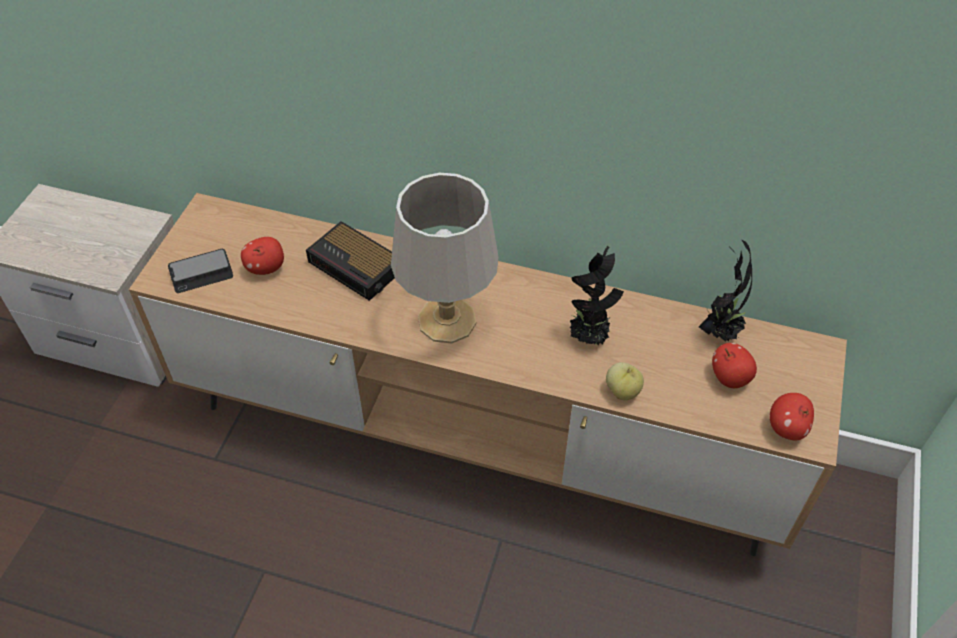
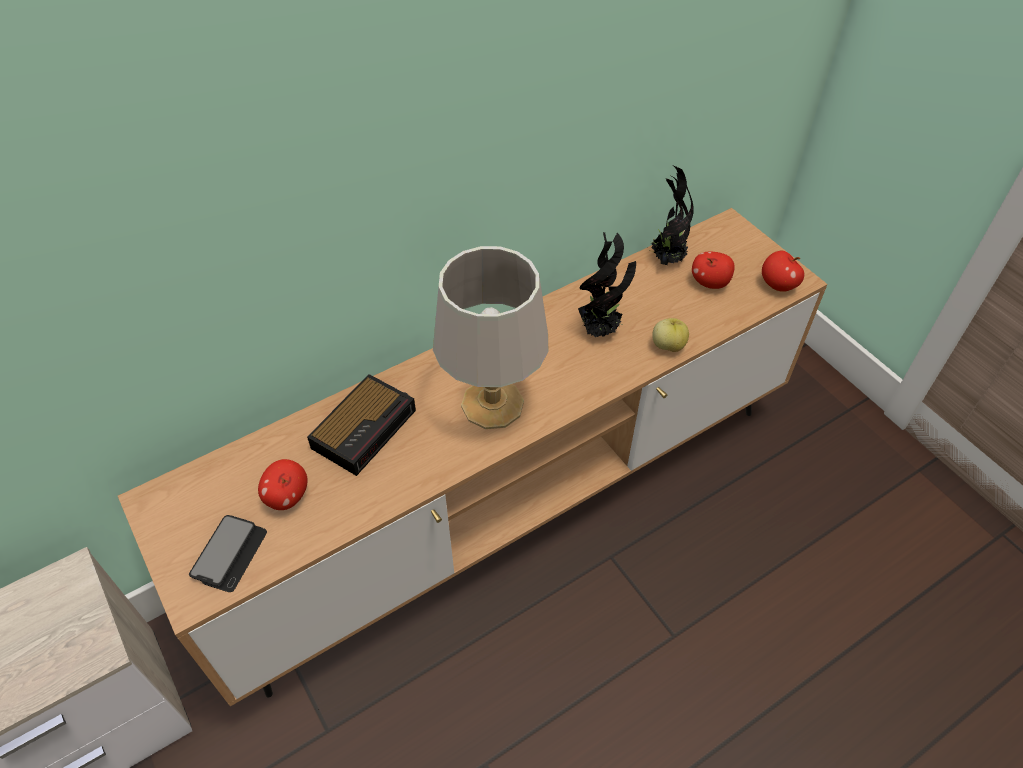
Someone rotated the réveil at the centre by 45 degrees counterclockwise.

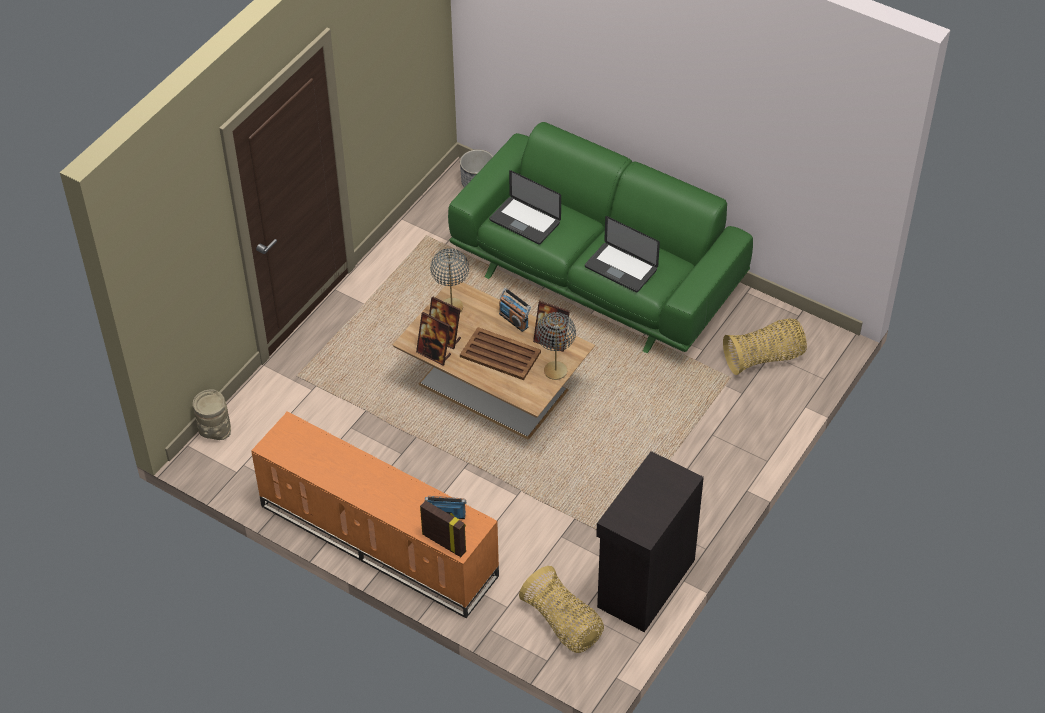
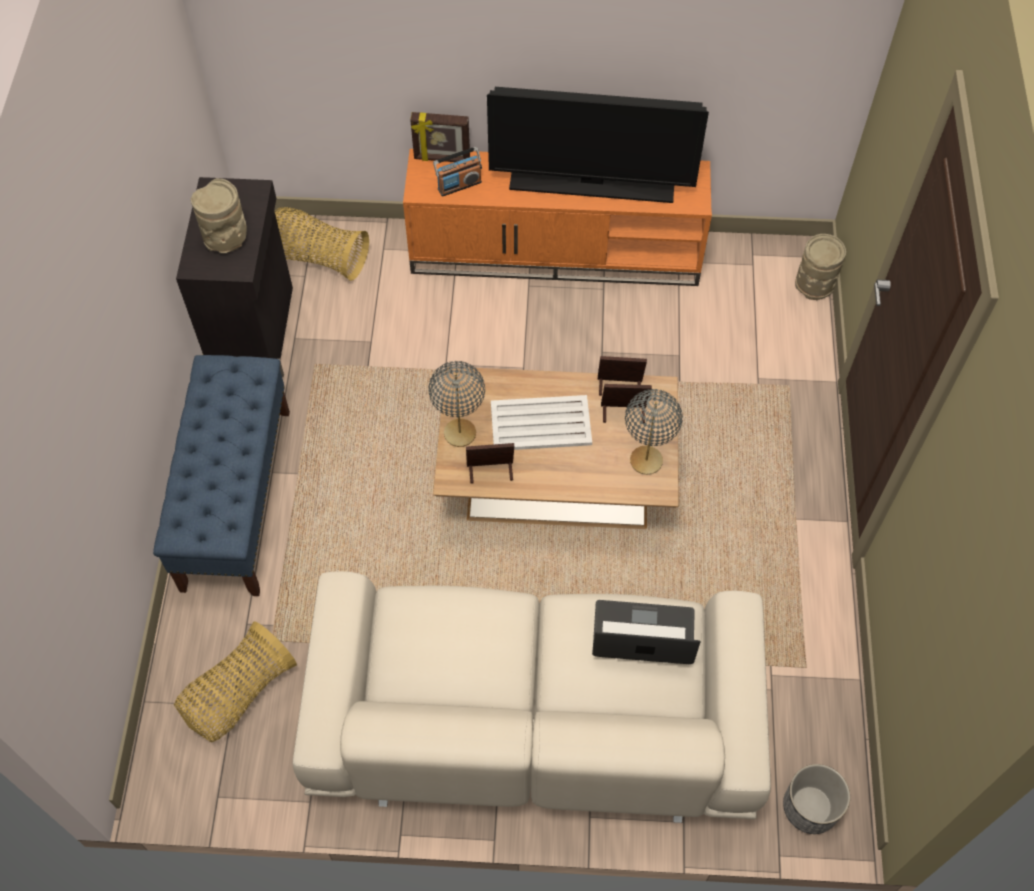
Someone put down the banc/bleu at the middle left. Someone put down the vase/beige (no. 1 from left) at the top left. Someone repainted the canapé/vert at the top centre, which became the canapé/beige at the bottom centre. Someone put down the téléviseur at the top centre. Someone repainted the plateau/marron at the centre, which became the plateau/blanc at the centre. Someone took away the radio (no. 2 from left) at the centre. Someone took away the ordinateur portable (no. 2 from left) at the centre.

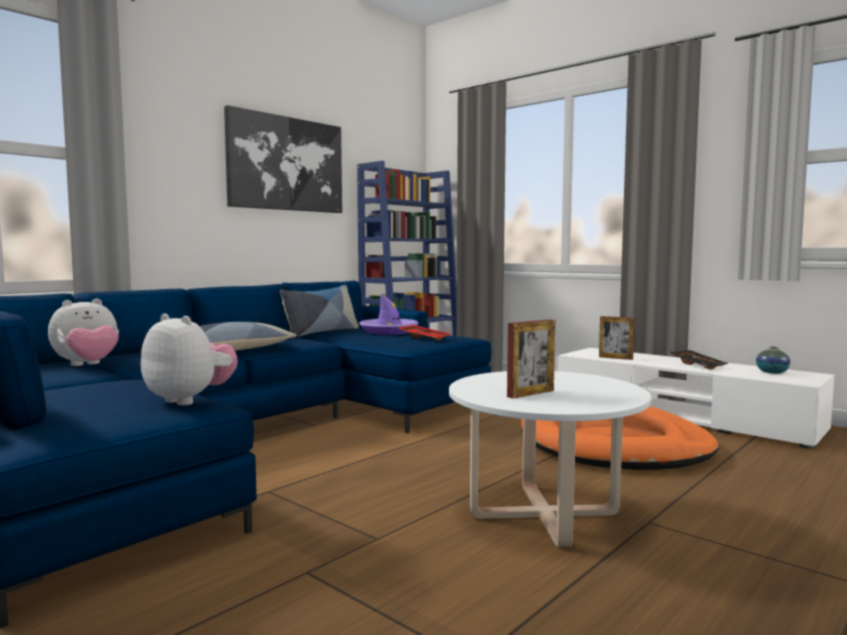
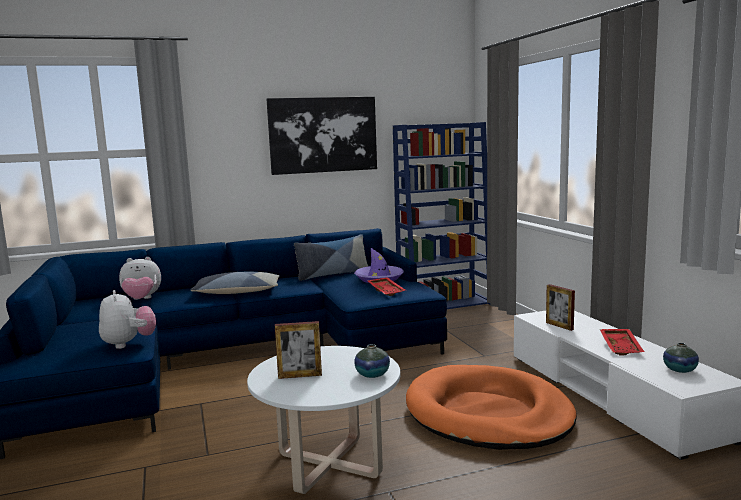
Someone put down the vase (no. 1 from left) at the bottom centre. Someone repainted the plateau/noir at the middle right, which became the plateau/rouge (no. 2 from left) at the bottom right.

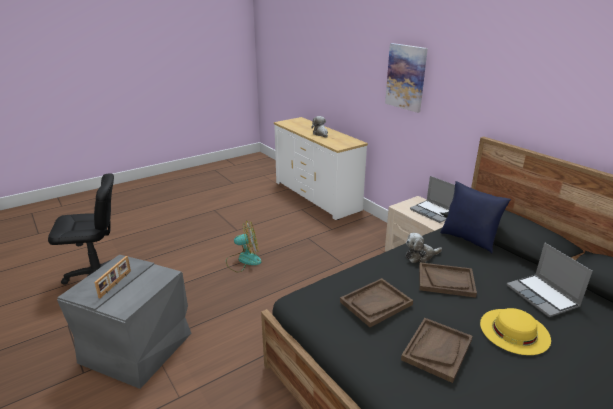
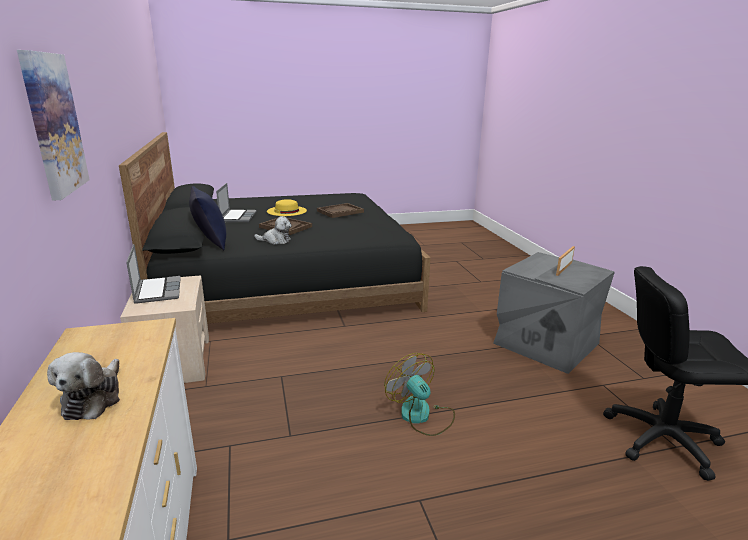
Someone rotated the ventilateur at the centre by 45 degrees clockwise. Someone took away the plateau/marron (no. 1 from left) at the bottom centre.

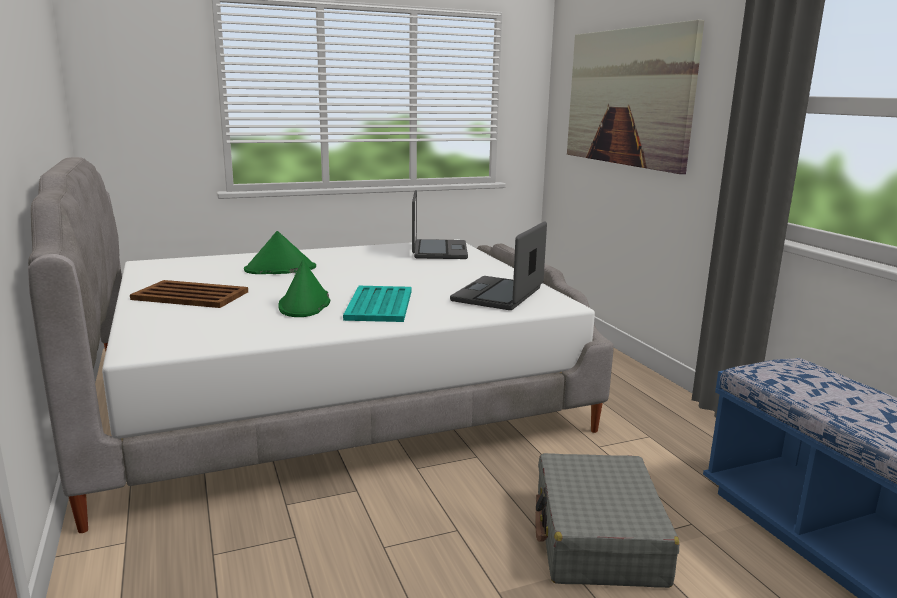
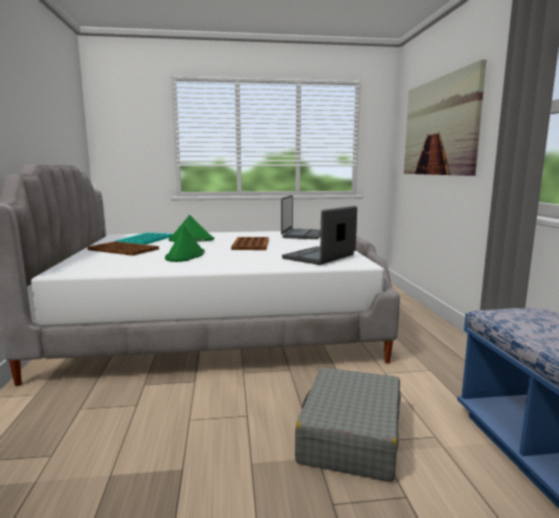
Someone carried the plateau/turquoise from the centre to the middle left. Someone put down the plateau/marron (no. 2 from left) at the centre.

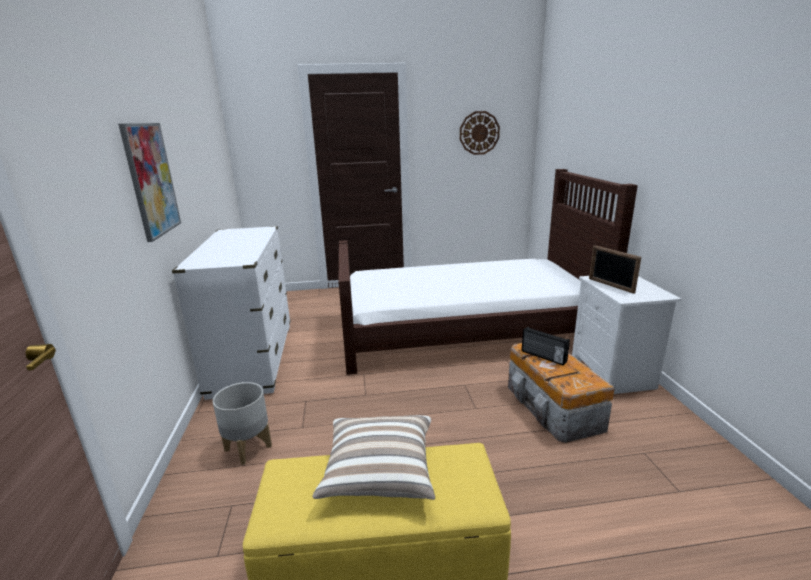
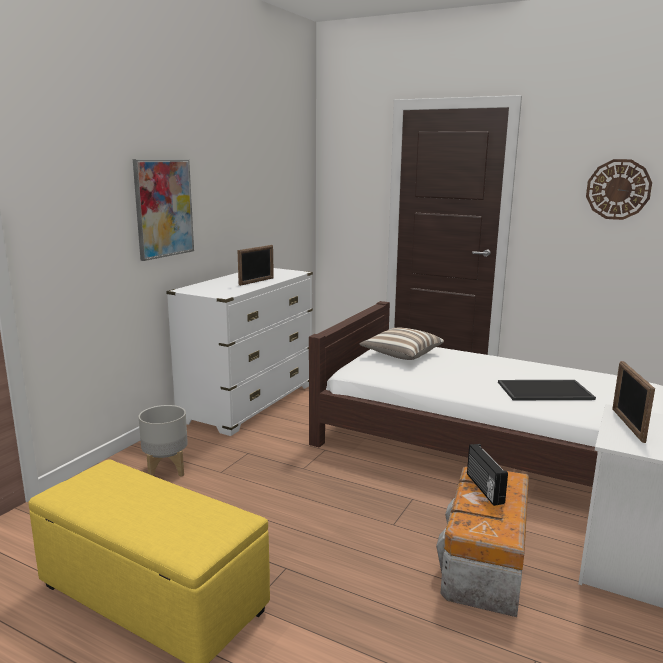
Someone put down the cadre photo (no. 1 from left) at the centre. Someone carried the coussin from the bottom centre to the centre. Someone put down the plateau at the middle right.

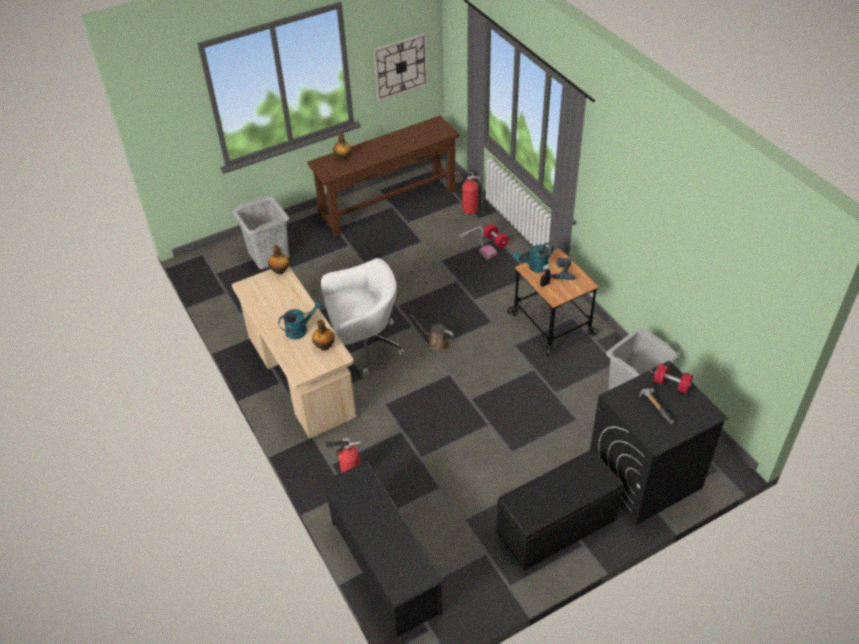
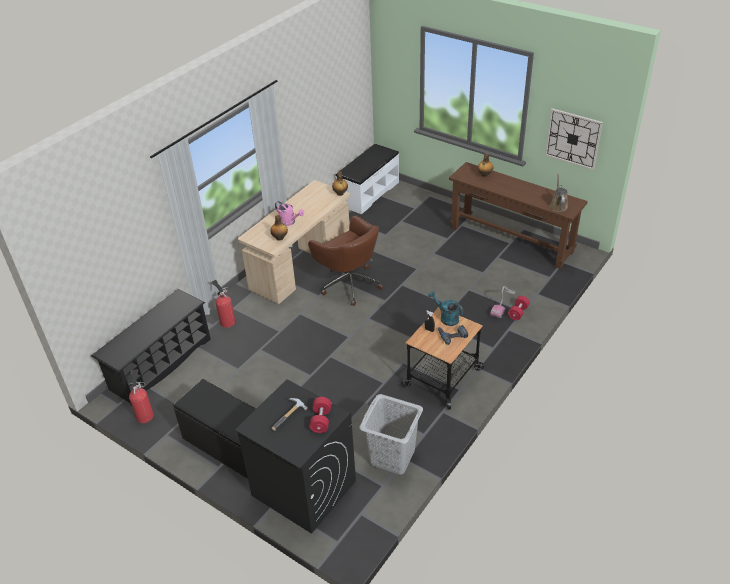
Someone carried the extincteur (no. 2 from left in the first image) from the top centre to the bottom left. Someone repainted the arrosoir/turquoise (no. 1 from left) at the centre, which became the arrosoir/rose at the centre. Someone repainted the chaise de bureau/blanc at the centre, which became the chaise de bureau/marron at the centre. Someone put down the banc/blanc at the top centre. Someone carried the arrosoir/marron from the centre to the top right. Someone took away the panier à linge/gris (no. 1 from left) at the middle left.

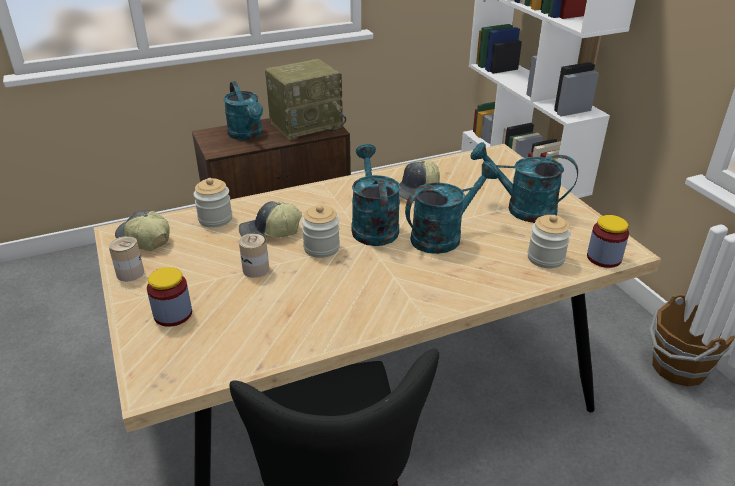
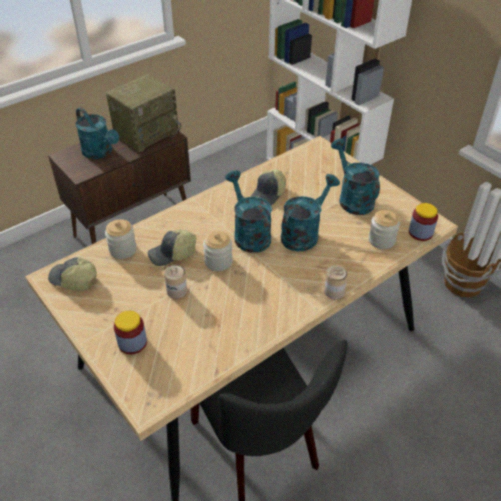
Someone carried the boîte métallique (no. 1 from left in the first image) from the middle left to the middle right. Someone rotated the arrosoir/turquoise (no. 4 from left) at the middle right by 60 degrees clockwise.

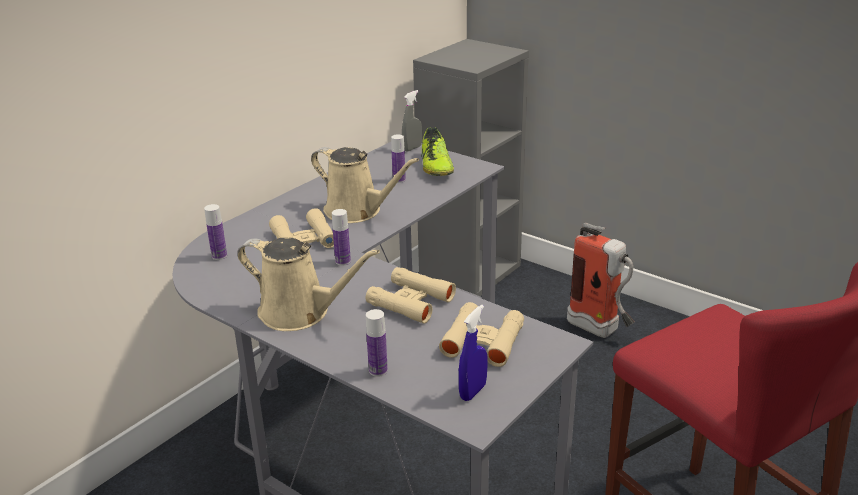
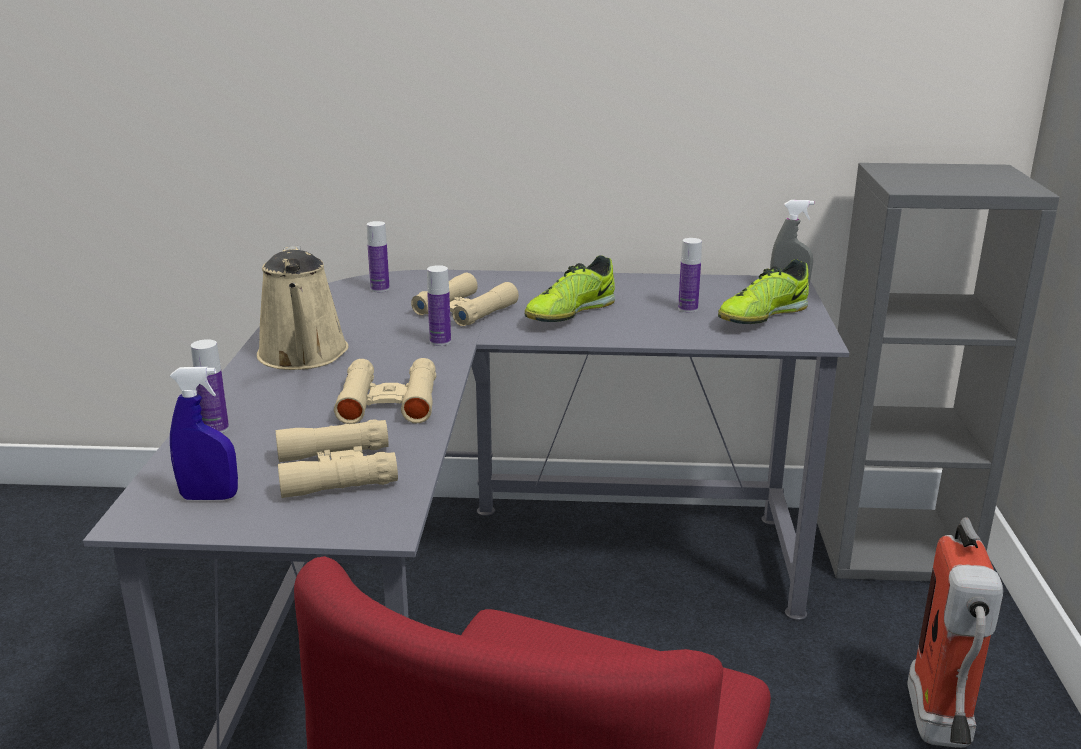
Someone swapped the arrosoir/beige (no. 2 from left) at the centre for the chaussure (no. 1 from left) at the centre.

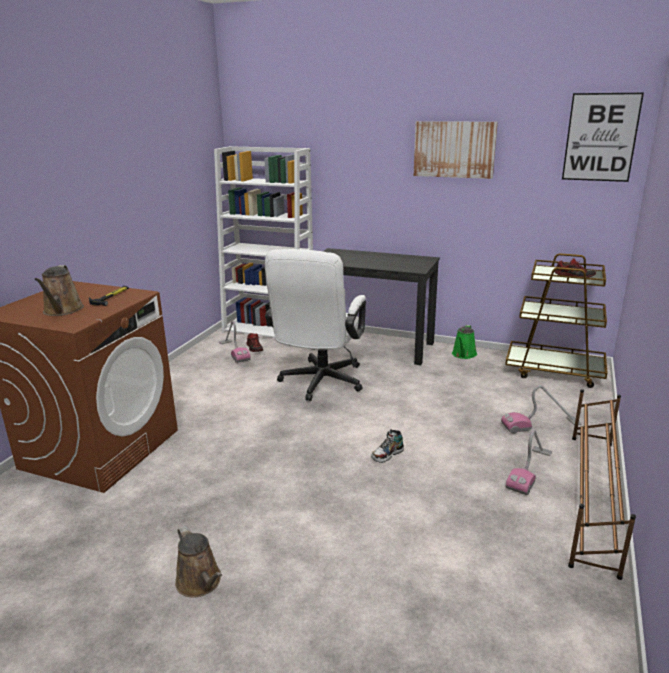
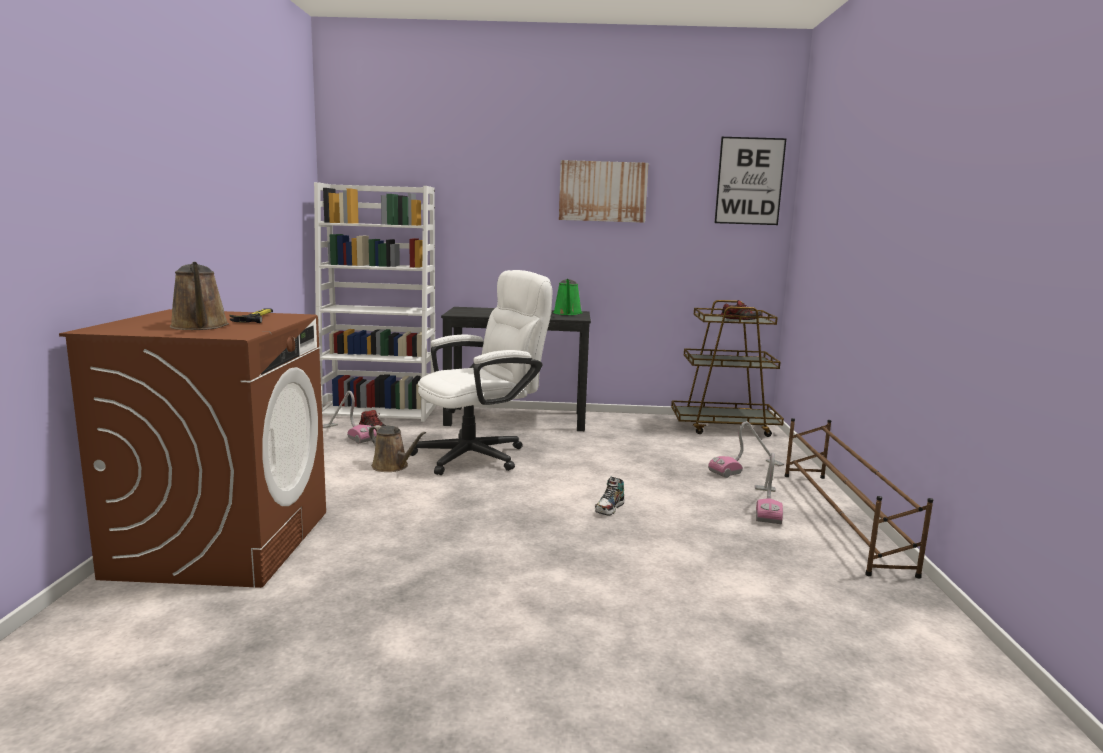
Someone carried the arrosoir/marron (no. 2 from left) from the bottom left to the centre. Someone rotated the chaise de bureau/blanc at the centre by 120 degrees counterclockwise. Someone carried the arrosoir/vert from the middle right to the centre.

